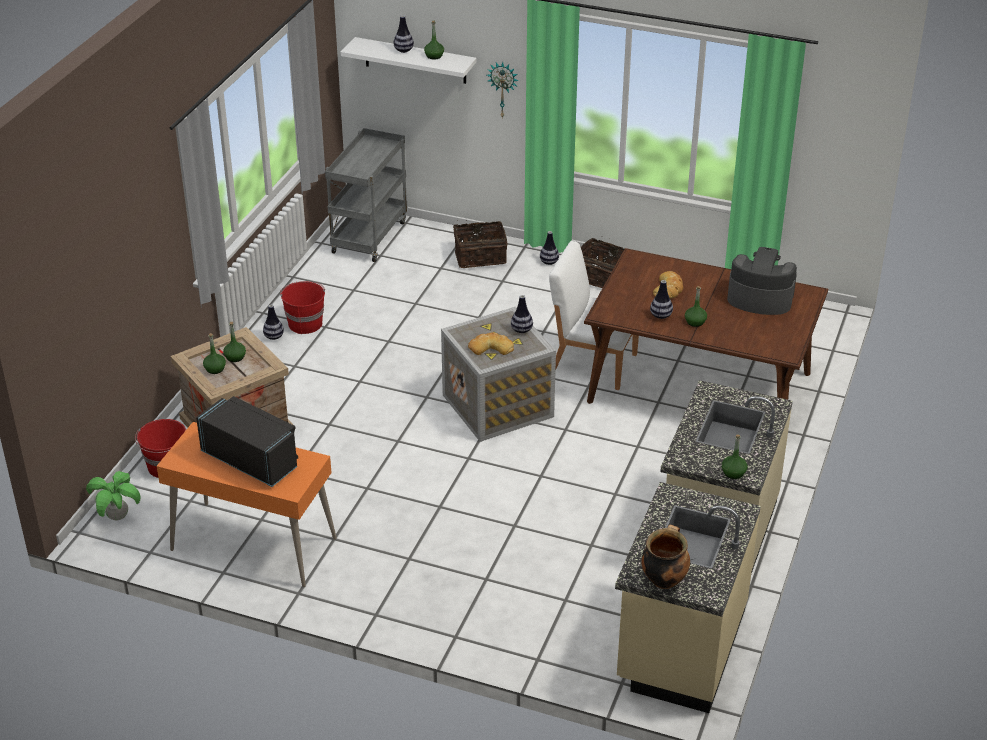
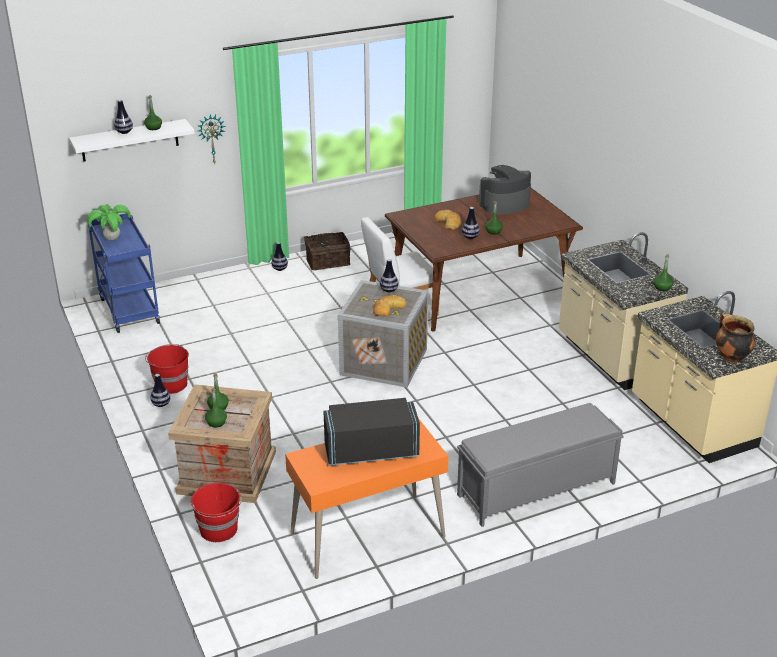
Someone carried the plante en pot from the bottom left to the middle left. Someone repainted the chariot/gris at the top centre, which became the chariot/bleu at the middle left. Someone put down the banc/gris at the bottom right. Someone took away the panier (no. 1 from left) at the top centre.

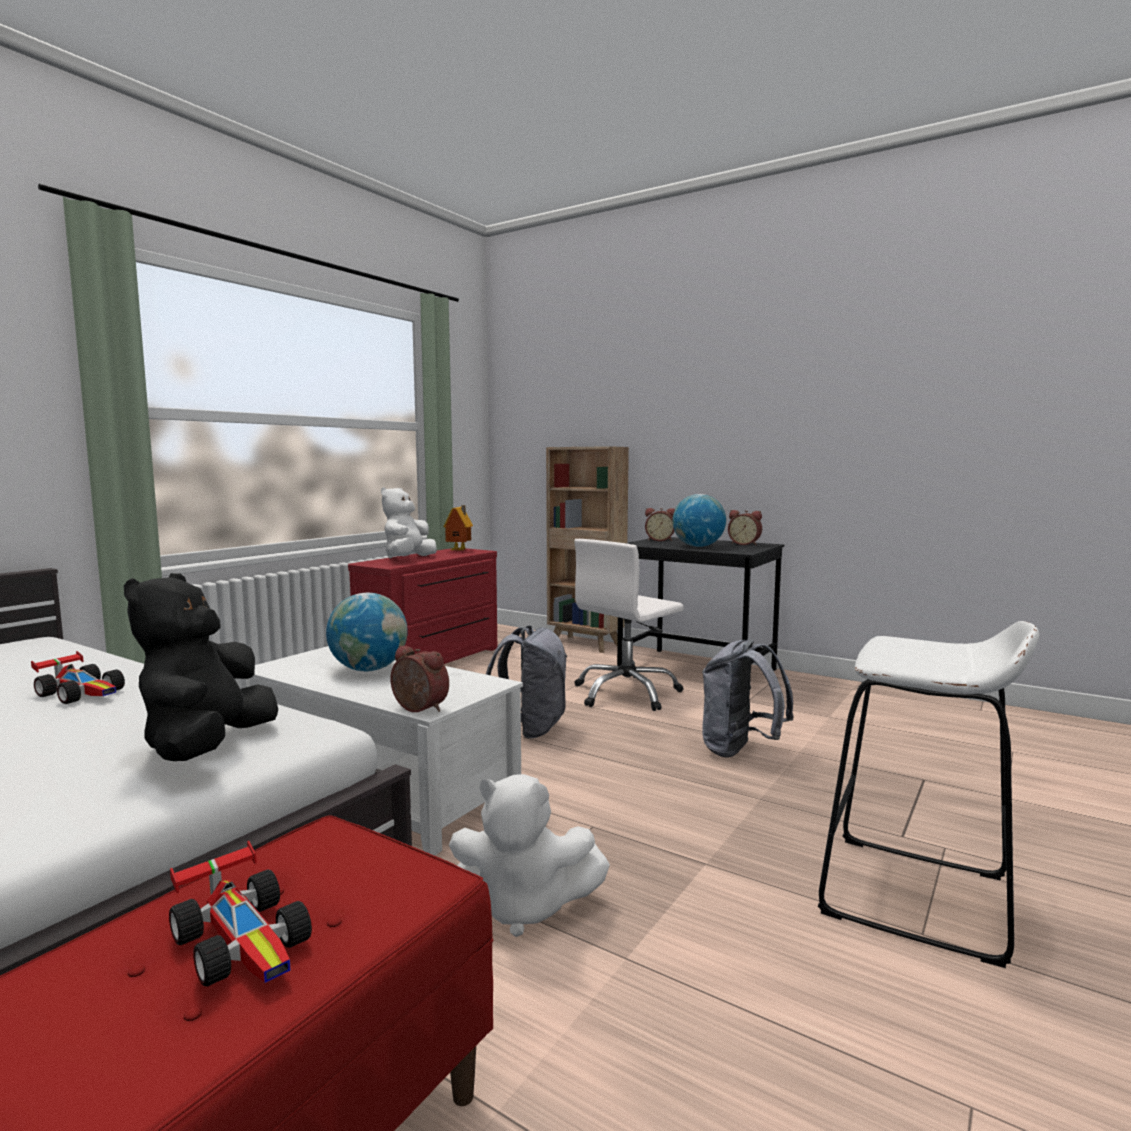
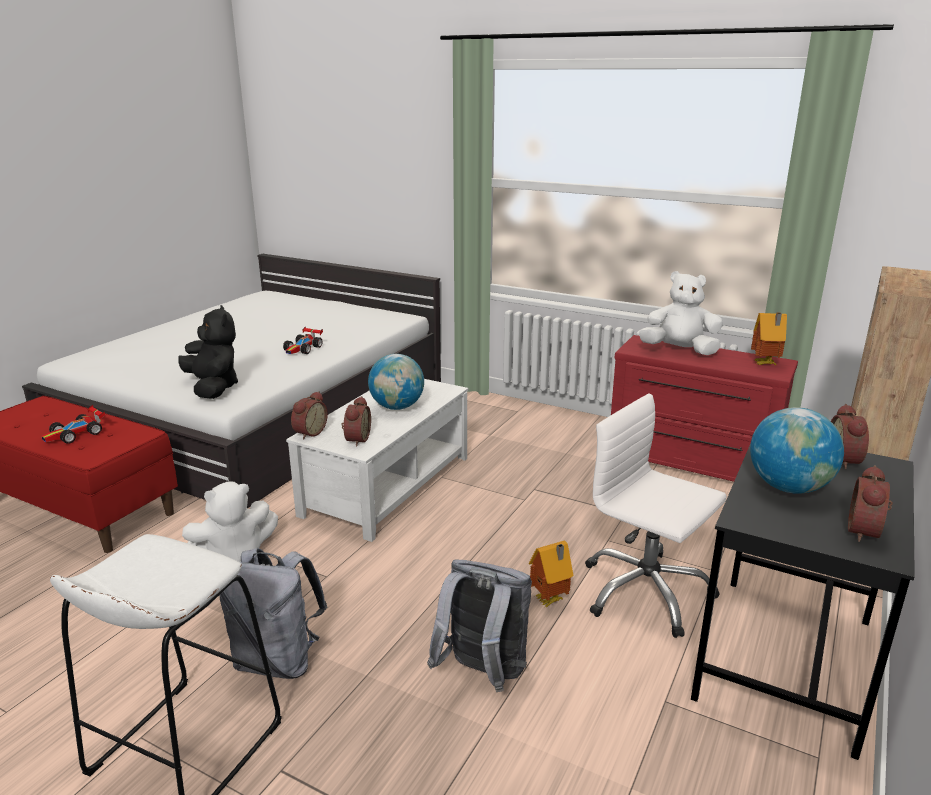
Someone rotated the peluche/noir at the middle left by 60 degrees clockwise. Someone rotated the peluche/blanc (no. 2 from left in the first image) at the bottom centre by 120 degrees counterclockwise. Someone carried the sac à dos/gris (no. 1 from left) from the centre to the bottom left. Someone put down the réveil (no. 2 from left) at the centre. Someone put down the maison miniature (no. 1 from left) at the bottom centre.

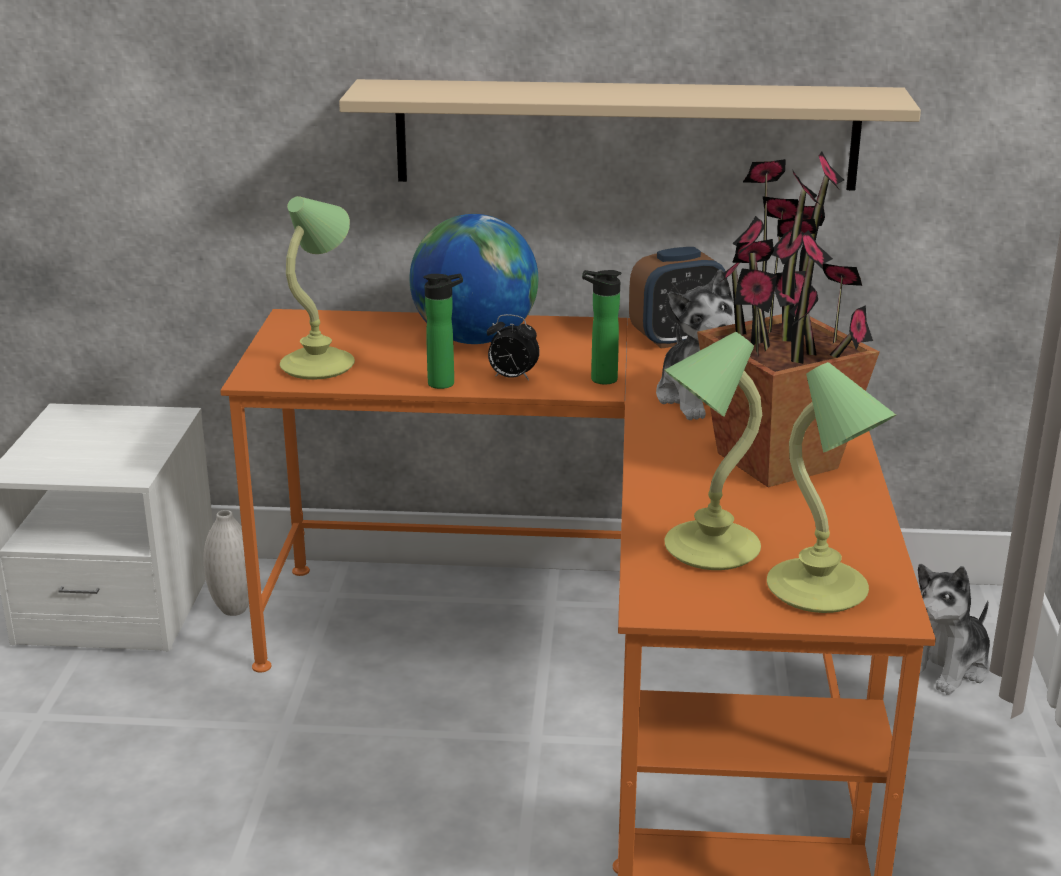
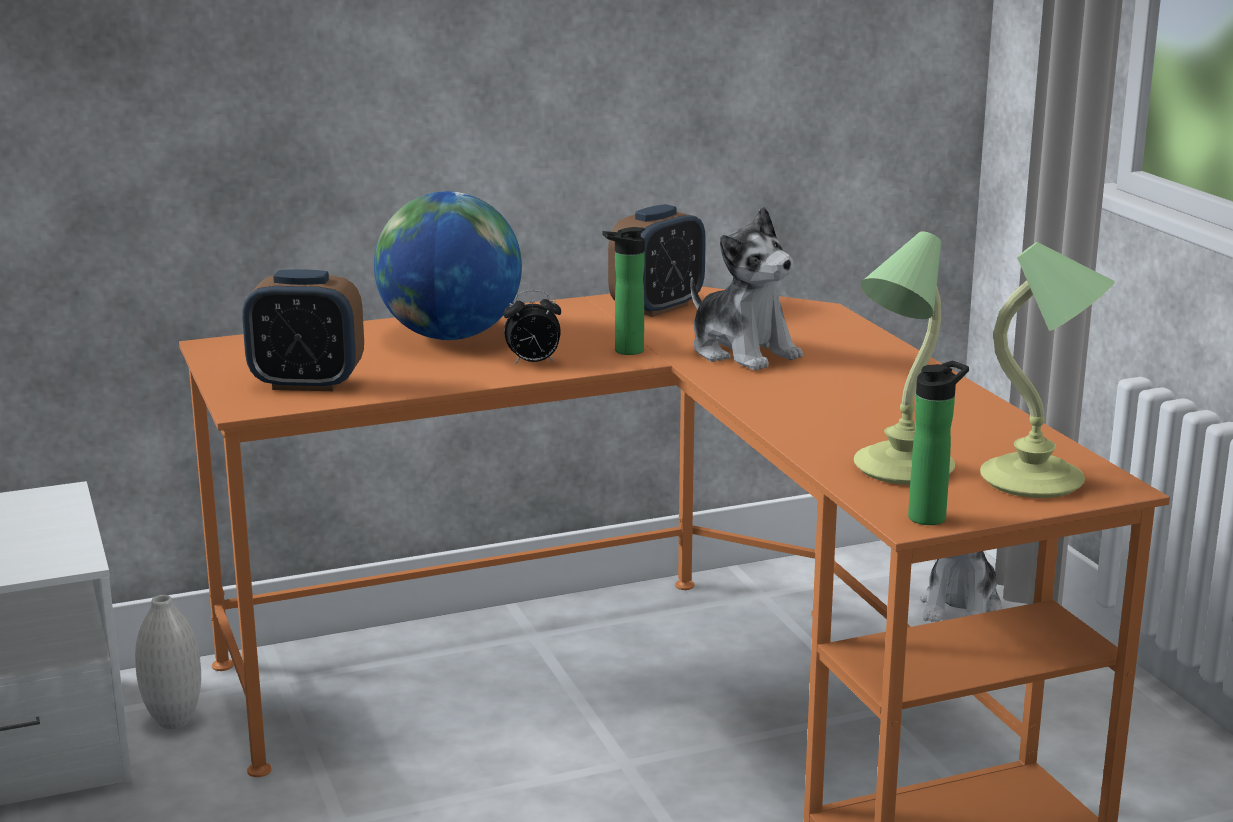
Someone swapped the lampe de table (no. 1 from left) at the top left for the réveil (no. 1 from left) at the middle left. Someone carried the bouteille (no. 1 from left in the first image) from the centre to the middle right. Someone took away the étagère/beige at the top centre. Someone took away the plante en pot at the middle right.

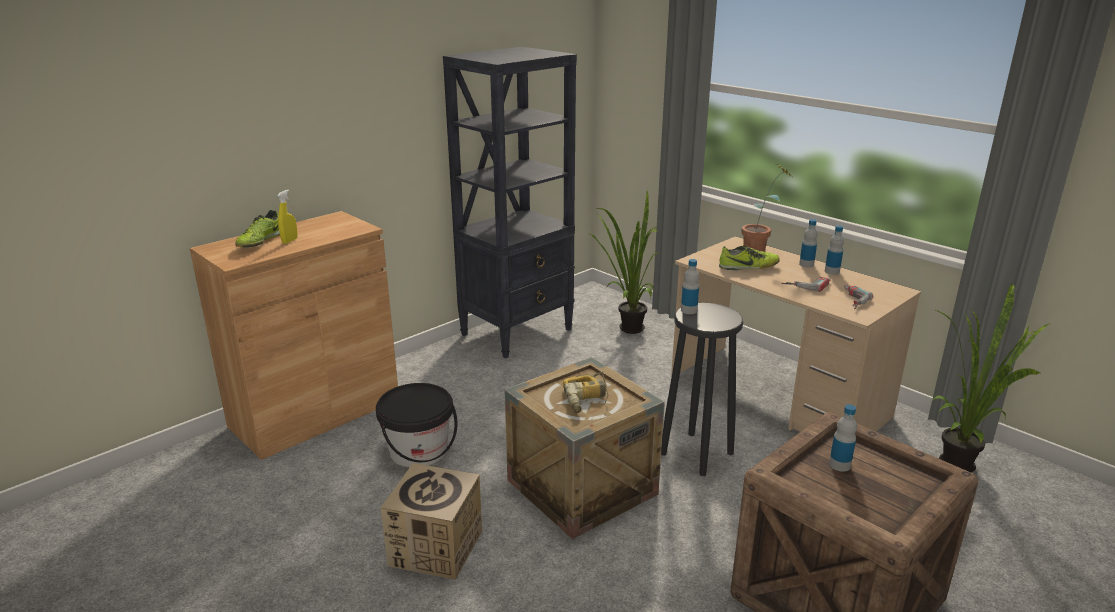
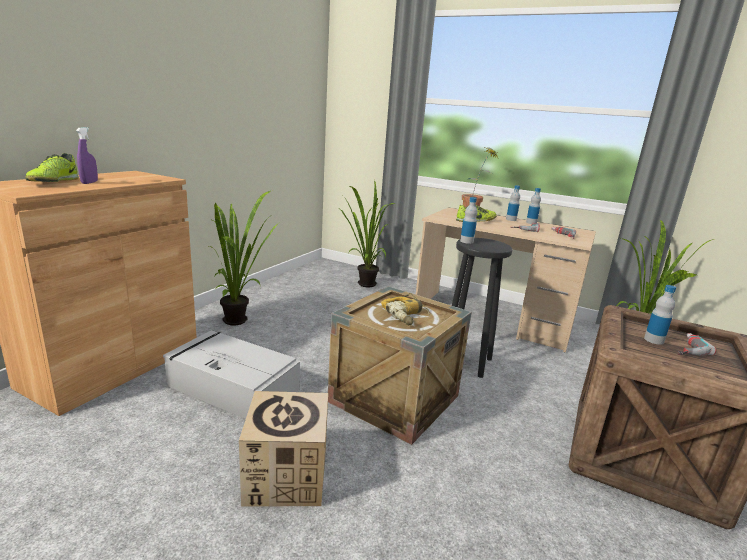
Someone repainted the vaporisateur/jaune at the middle left, which became the vaporisateur/violet at the top left. Someone swapped the seau/noir at the bottom centre for the boîte de rangement/gris at the bottom left. Someone put down the plante en pot (no. 1 from left) at the middle left. Someone put down the perceuse (no. 4 from left) at the middle right. Someone took away the bibliothèque/noir at the top centre.

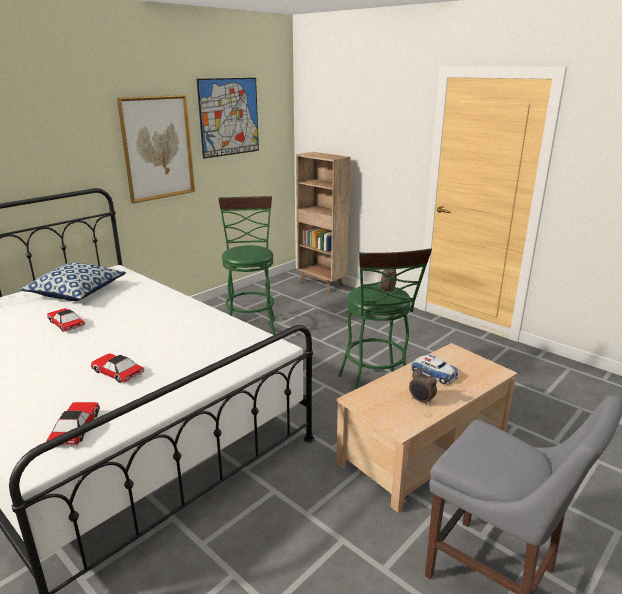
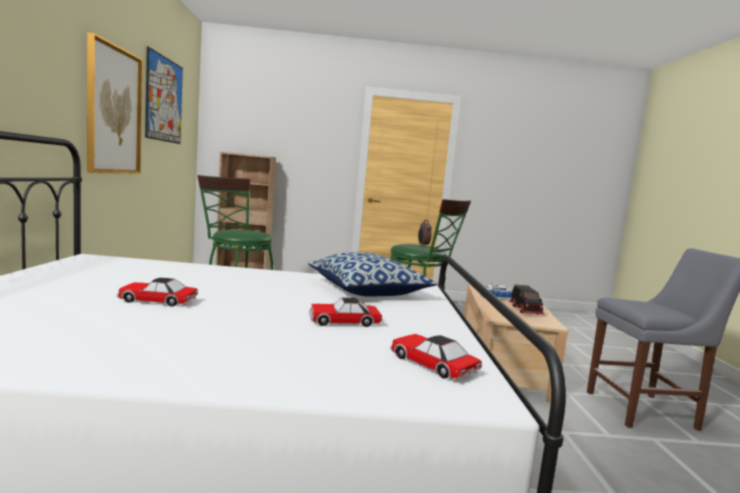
Someone carried the coussin from the middle left to the centre. Someone swapped the réveil (no. 2 from left) at the middle right for the camion jouet at the middle right.

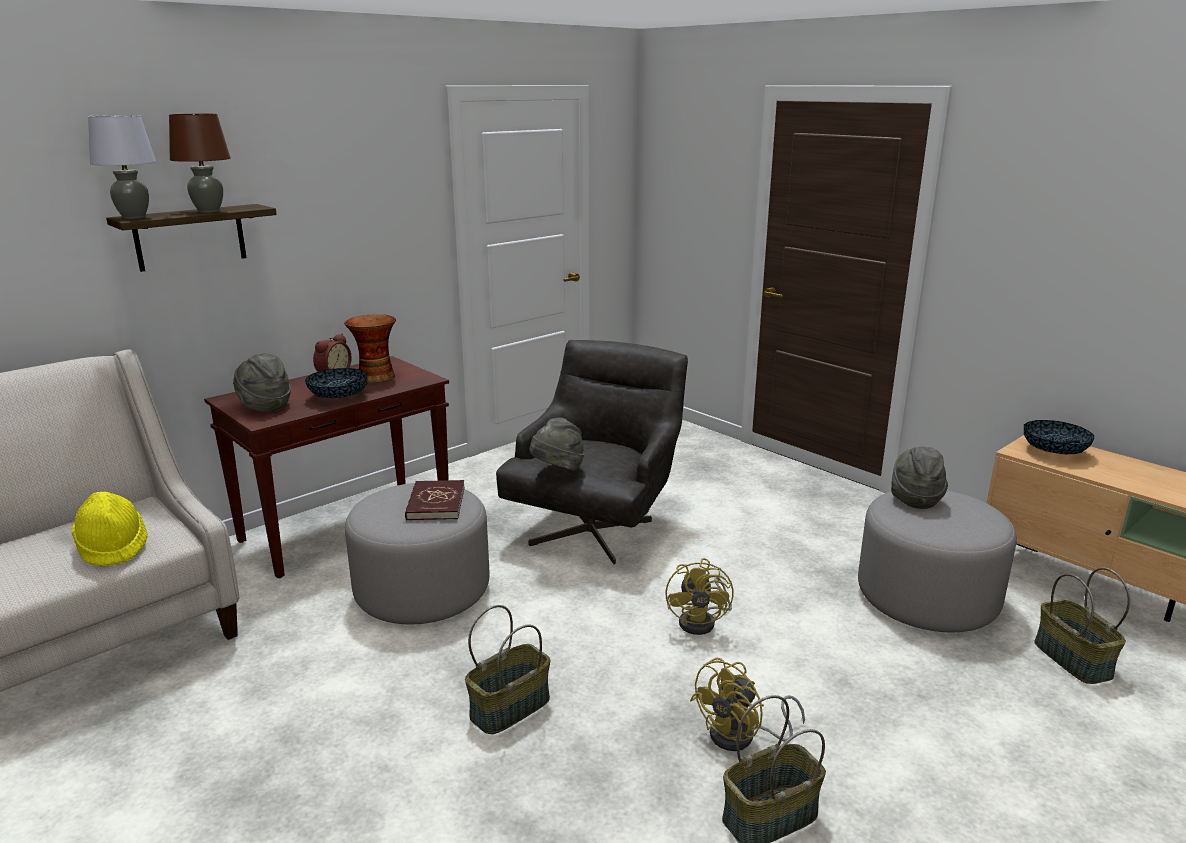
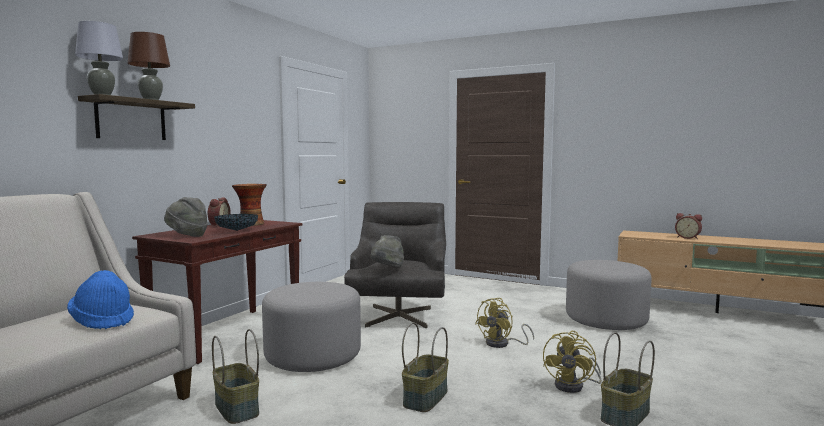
Someone repainted the chapeau/jaune at the middle left, which became the chapeau/bleu at the bottom left. Someone carried the panier (no. 3 from left in the first image) from the bottom right to the bottom left. Someone rotated the ventilateur/jaune (no. 1 from left) at the bottom centre by 60 degrees clockwise. Someone put down the réveil (no. 2 from left) at the middle right. Someone took away the livre/rouge at the centre. Someone took away the chapeau/gris (no. 3 from left) at the middle right. Someone took away the bol (no. 2 from left) at the middle right.

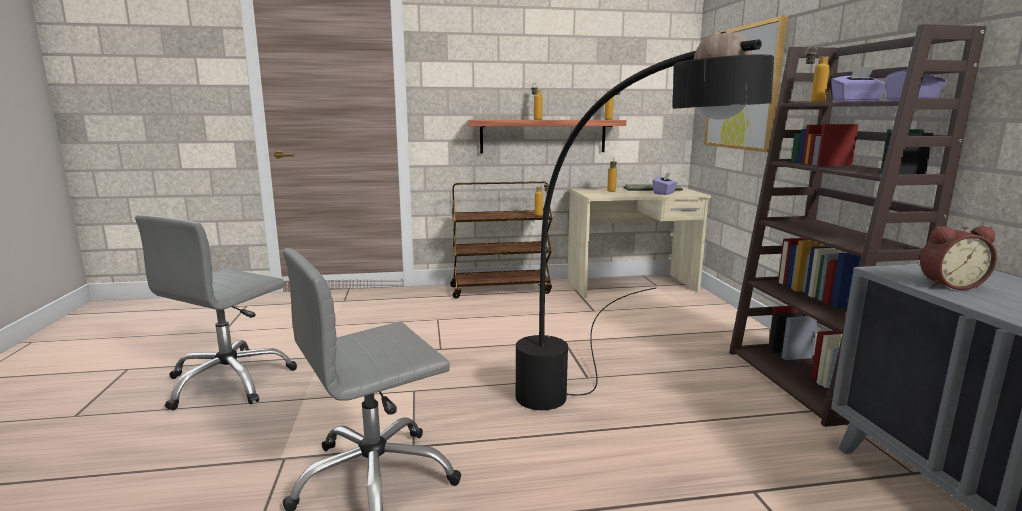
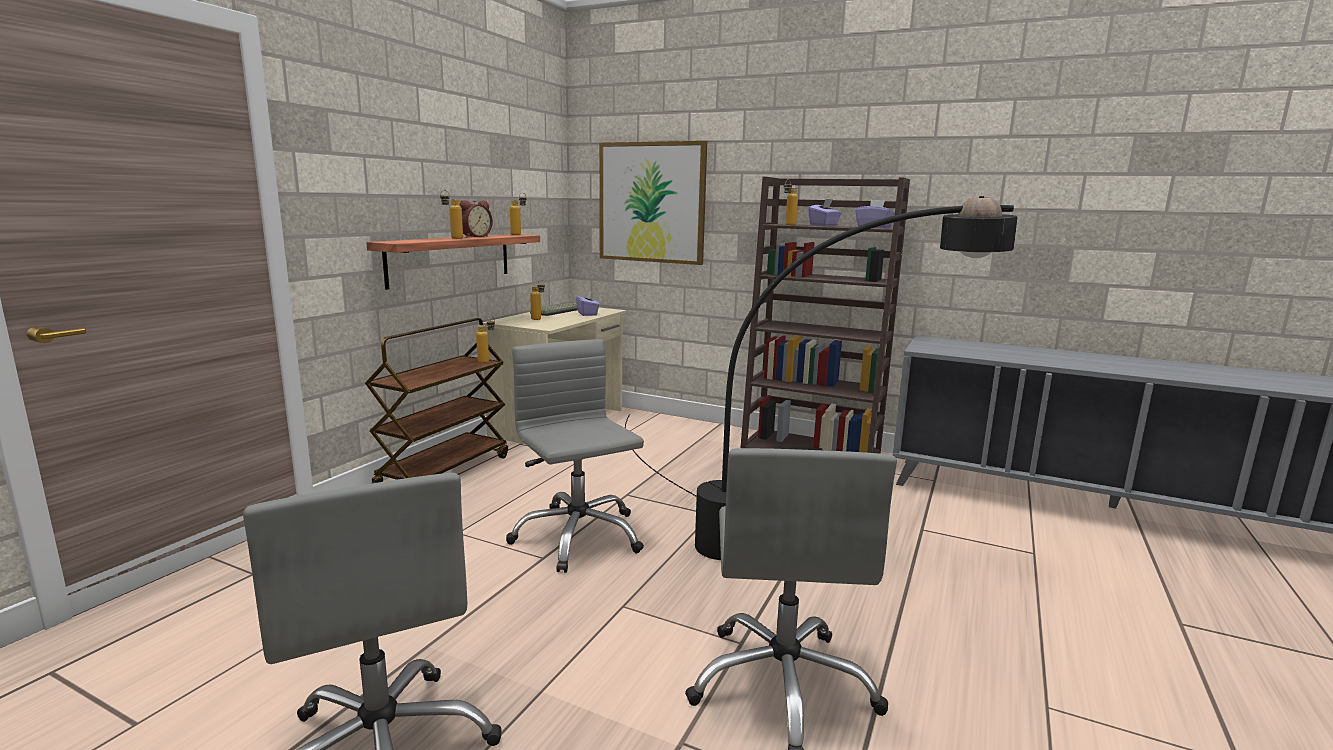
Someone carried the réveil from the middle right to the top centre. Someone put down the chaise de bureau/gris (no. 2 from left) at the centre.

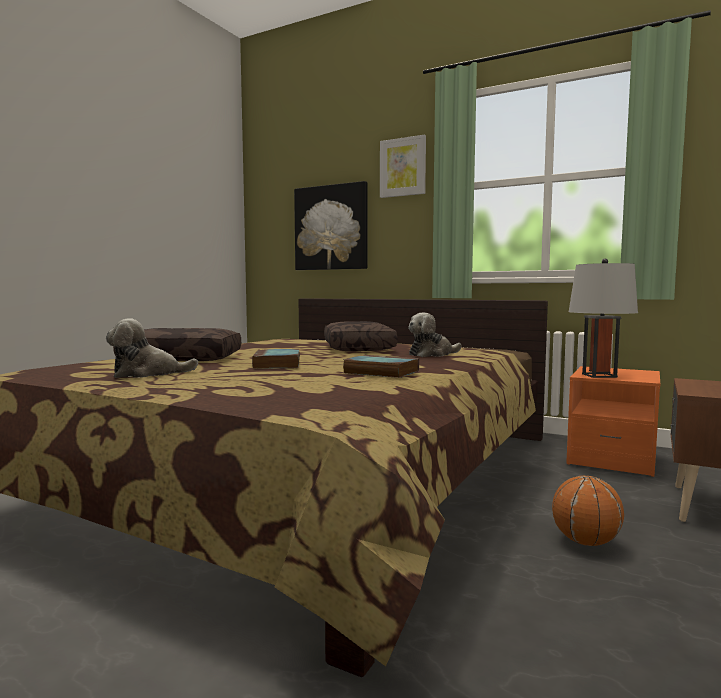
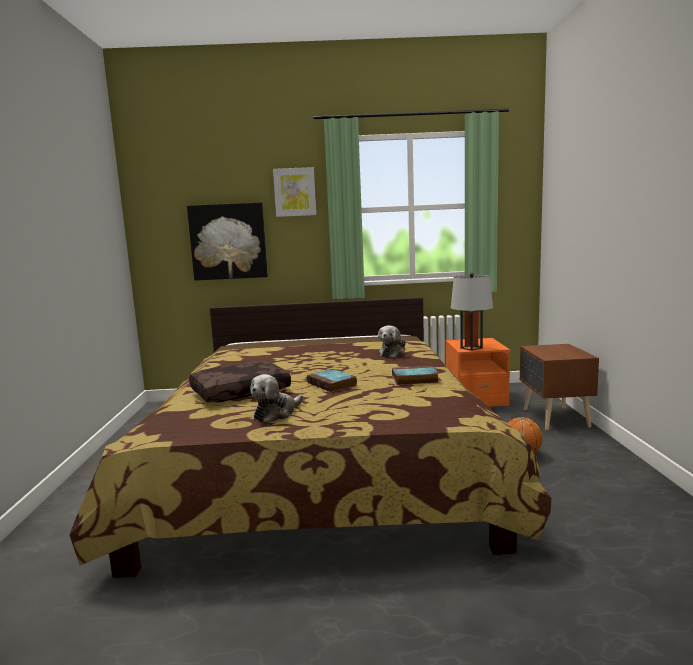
Someone took away the coussin/marron (no. 2 from left) at the centre.

